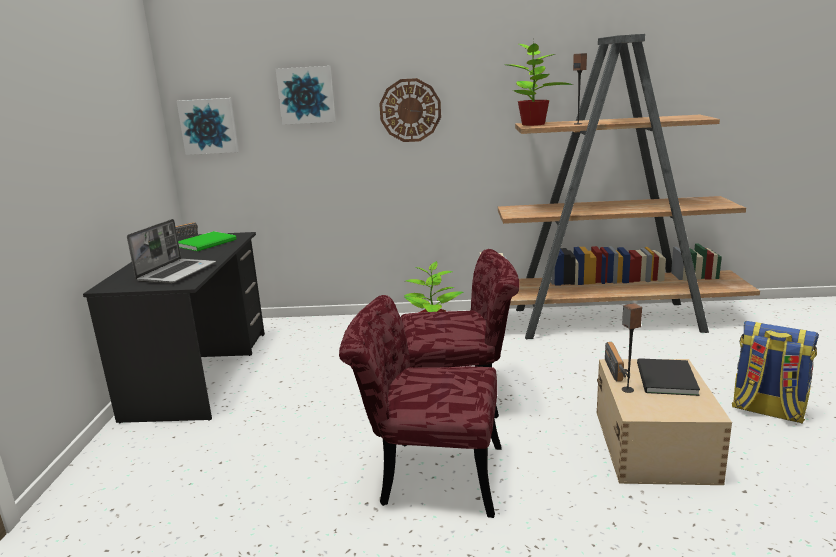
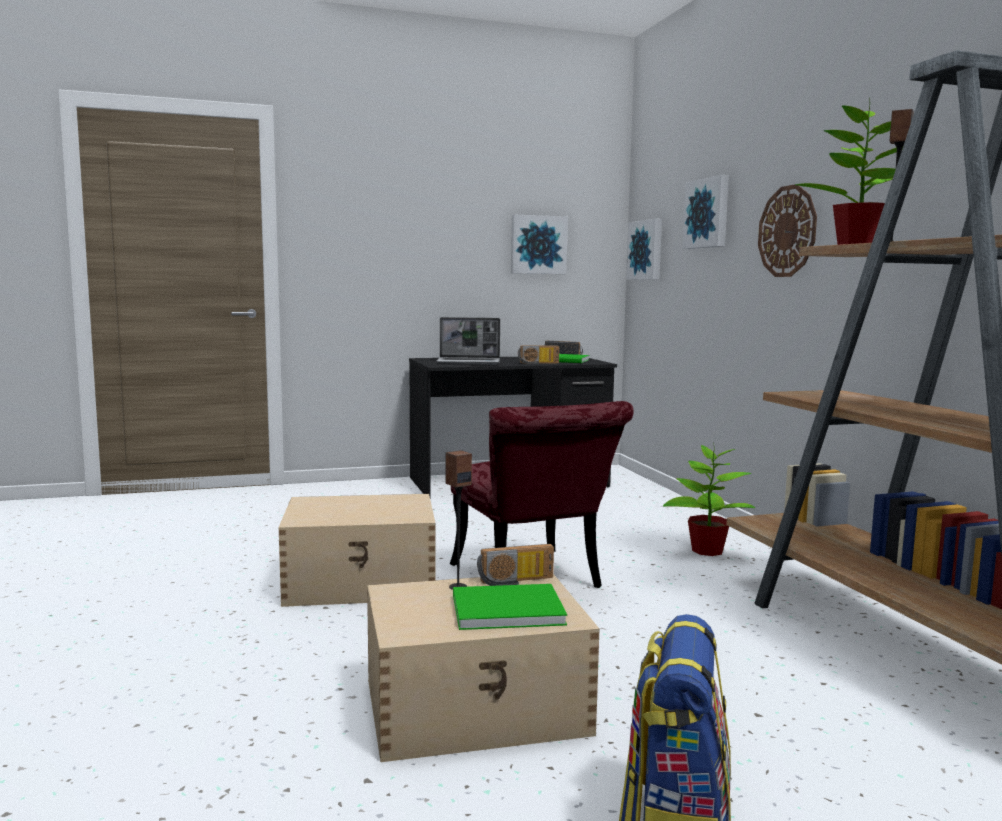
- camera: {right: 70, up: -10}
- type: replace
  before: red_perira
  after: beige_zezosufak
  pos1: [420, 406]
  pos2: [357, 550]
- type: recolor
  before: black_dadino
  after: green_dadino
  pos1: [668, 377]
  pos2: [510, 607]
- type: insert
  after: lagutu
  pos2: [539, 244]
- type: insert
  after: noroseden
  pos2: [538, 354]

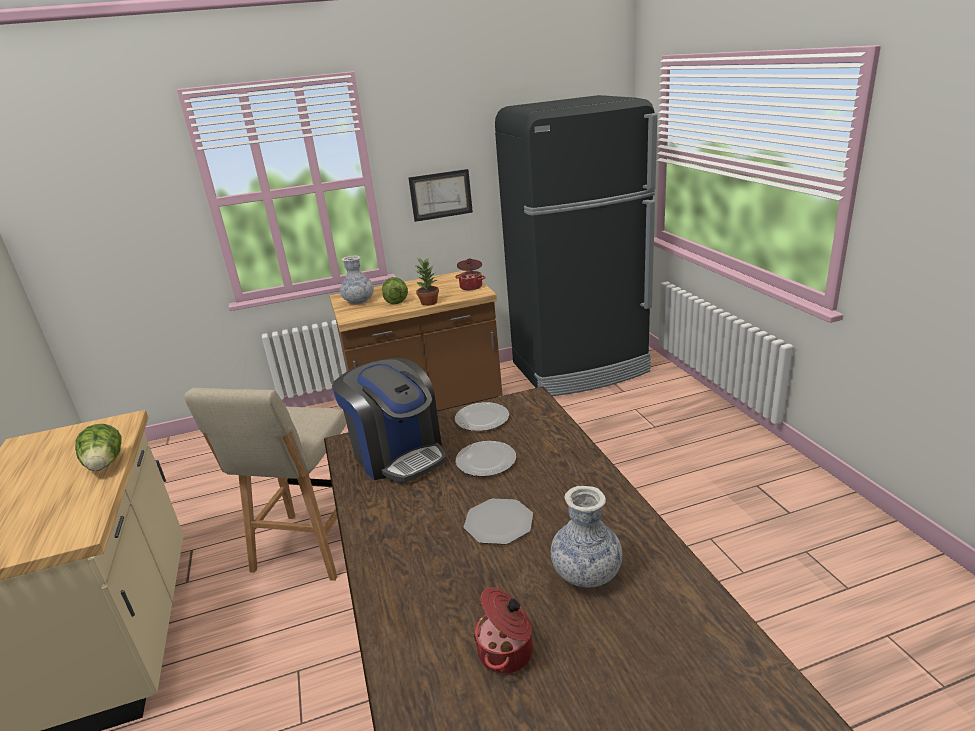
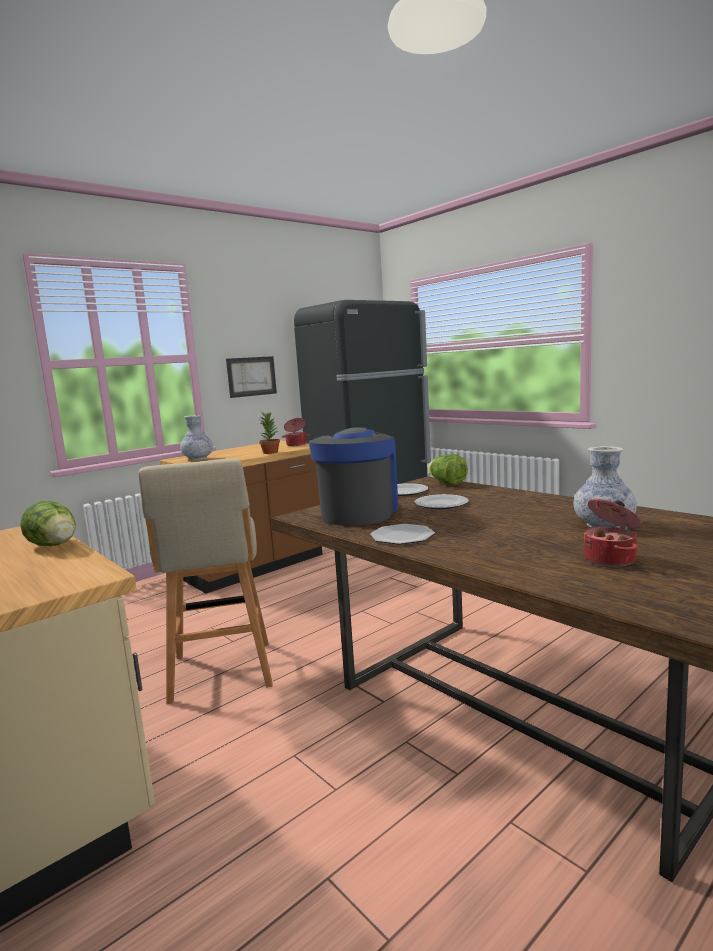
- camera: {right: -25, up: -15}
- type: rotate
  before: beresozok
  pos1: [389, 420]
  pos2: [353, 476]
  turn: -105
- type: move
  before: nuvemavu
  pos1: [498, 522]
  pos2: [402, 534]
- type: move
  before: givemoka
  pos1: [395, 290]
  pos2: [448, 470]

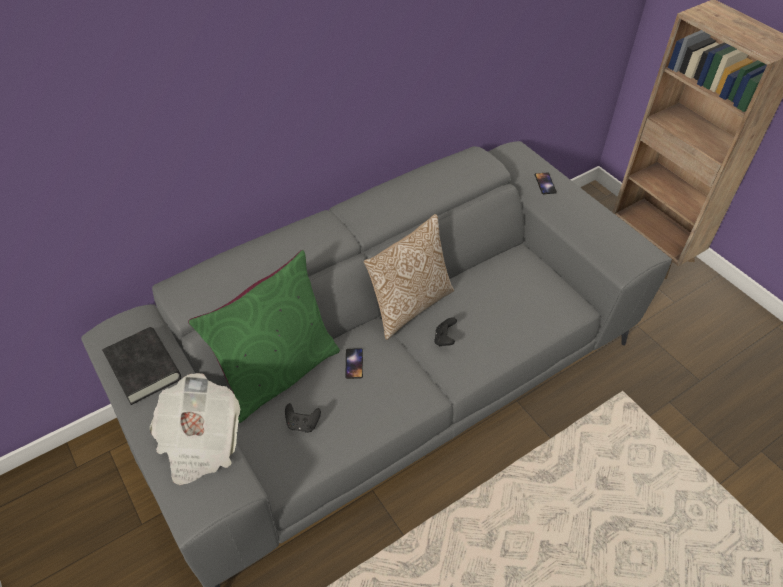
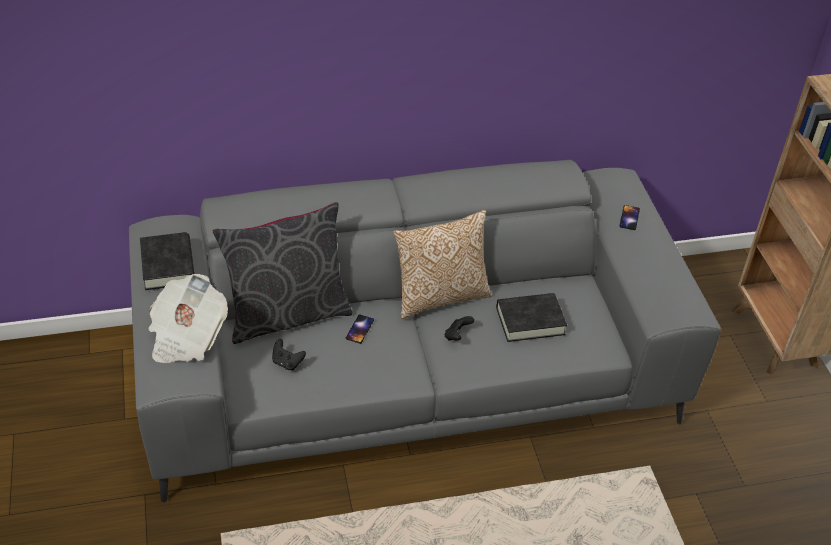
- camera: {right: 20, up: -5}
- type: recolor
  before: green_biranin
  after: grey_biranin
  pos1: [264, 336]
  pos2: [282, 273]
- type: insert
  after: black_dadino
  pos2: [531, 317]

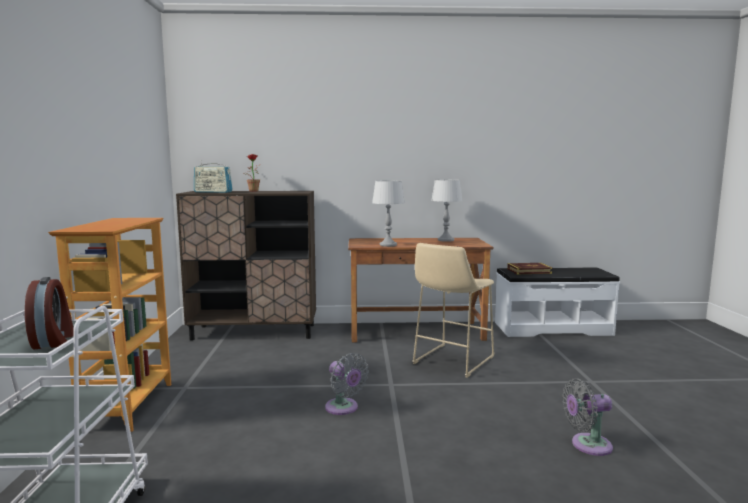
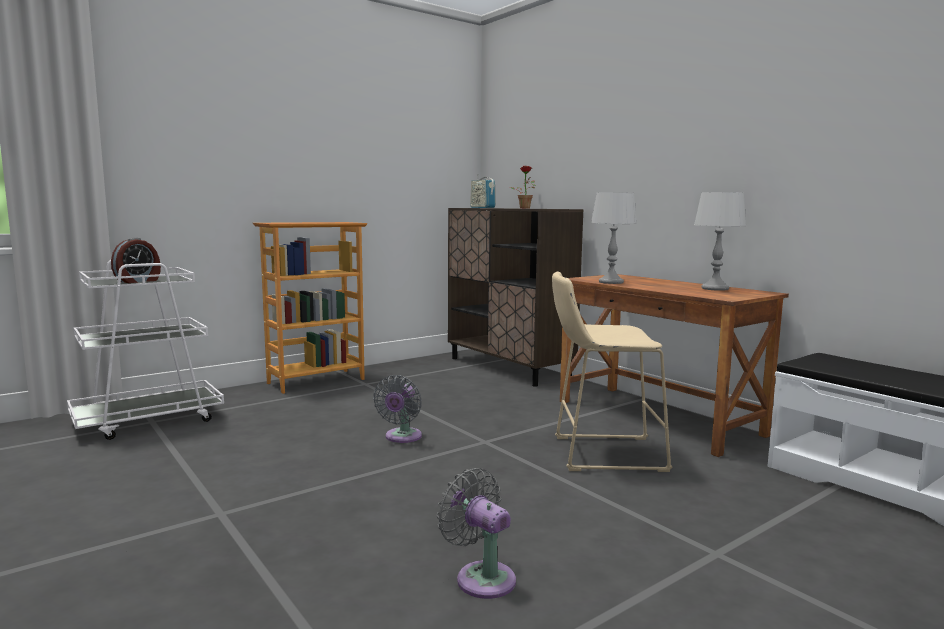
- camera: {right: 55, up: 0}
- type: delete
  before: dadino
  pos1: [529, 268]

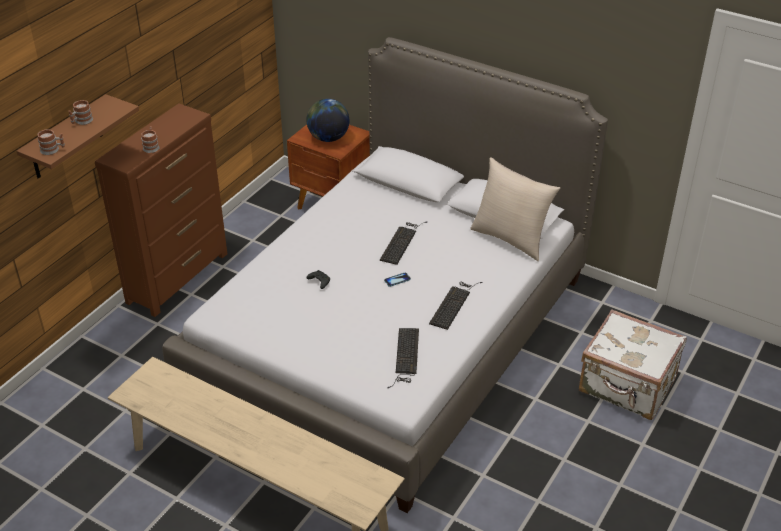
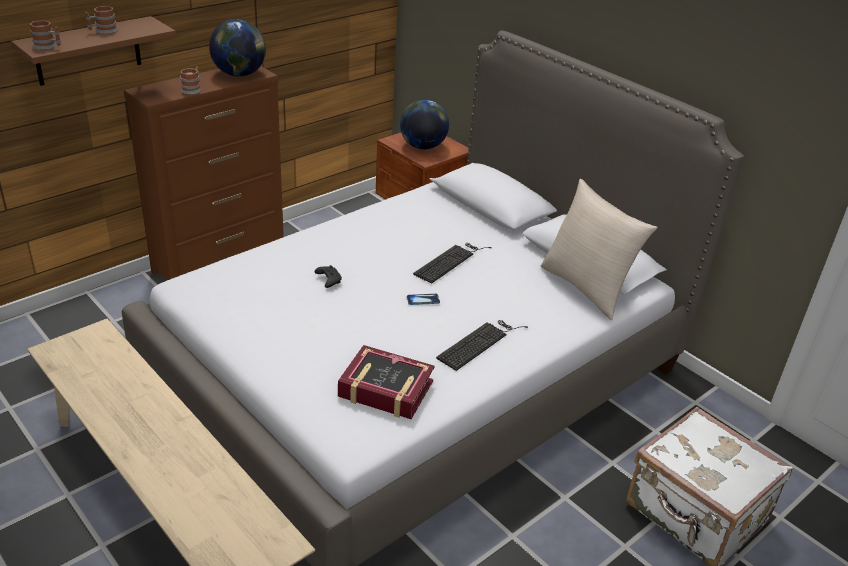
- camera: {right: 15, up: -5}
- type: insert
  after: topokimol
  pos2: [237, 48]
- type: replace
  before: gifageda
  after: dadino
  pos1: [403, 358]
  pos2: [386, 382]

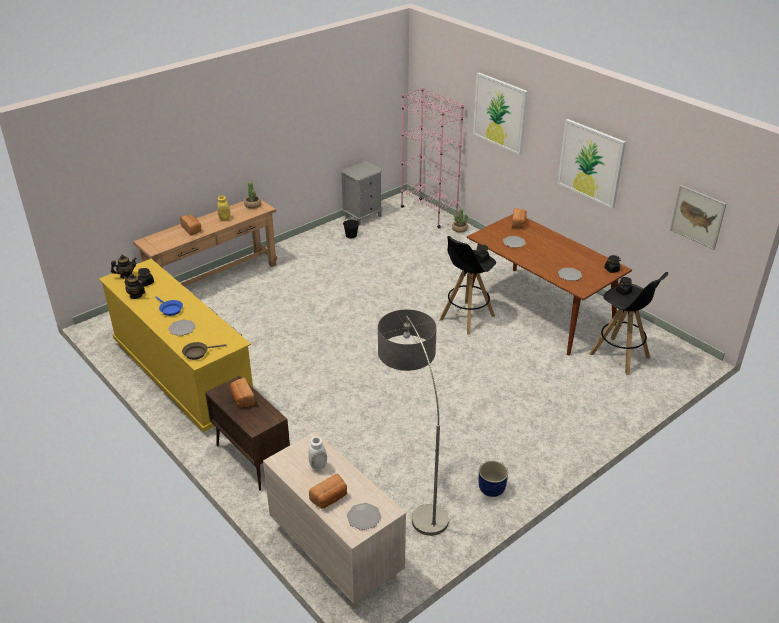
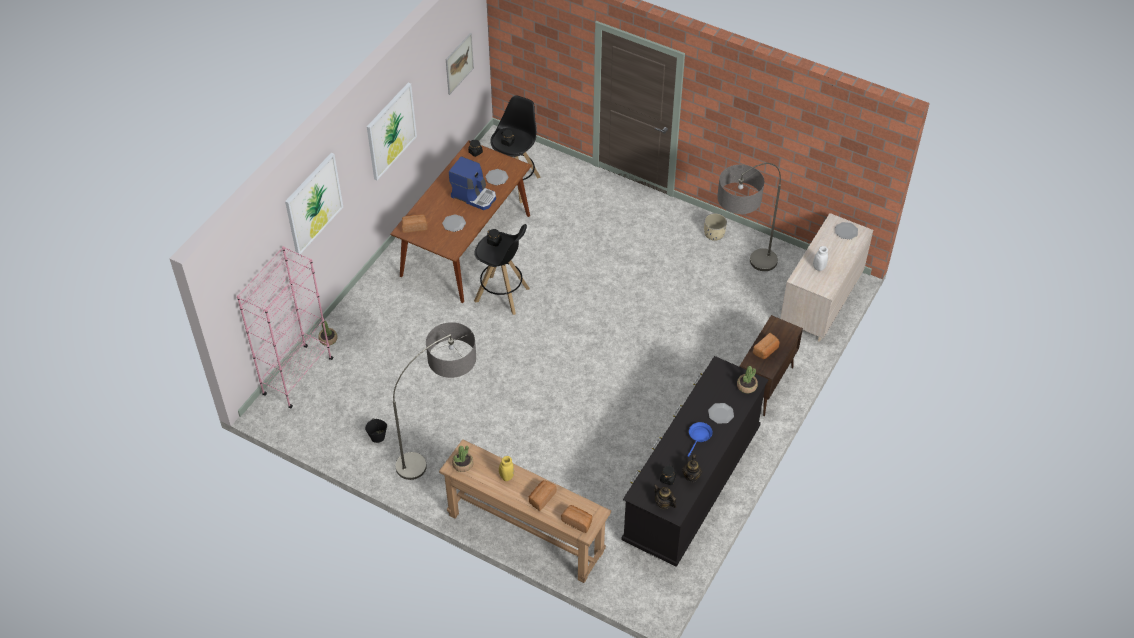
- camera: {right: -110, up: 15}
- type: insert
  after: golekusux
  pos2: [434, 401]
- type: insert
  after: beresozok
  pos2: [472, 183]
- type: move
  before: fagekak
  pos1: [328, 491]
  pos2: [576, 519]
- type: recolor
  before: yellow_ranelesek
  after: black_ranelesek
  pos1: [176, 345]
  pos2: [695, 461]
- type: recolor
  before: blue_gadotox
  after: beige_gadotox
  pos1: [493, 479]
  pos2: [715, 227]
- type: replace
  before: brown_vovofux
  after: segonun
  pos1: [204, 351]
  pos2: [747, 379]
- type: delete
  before: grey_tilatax
  pos1: [362, 193]

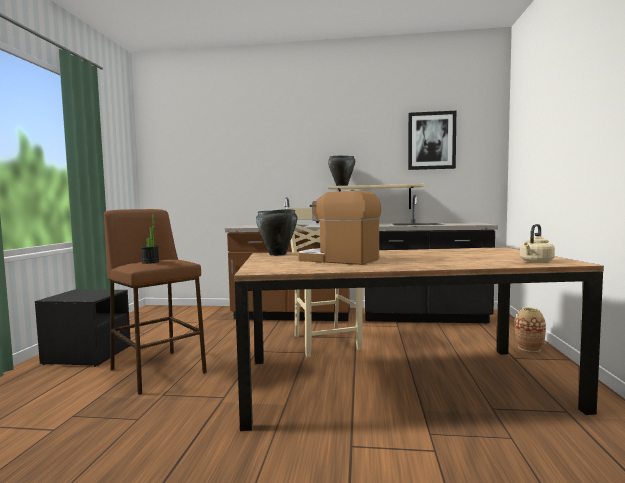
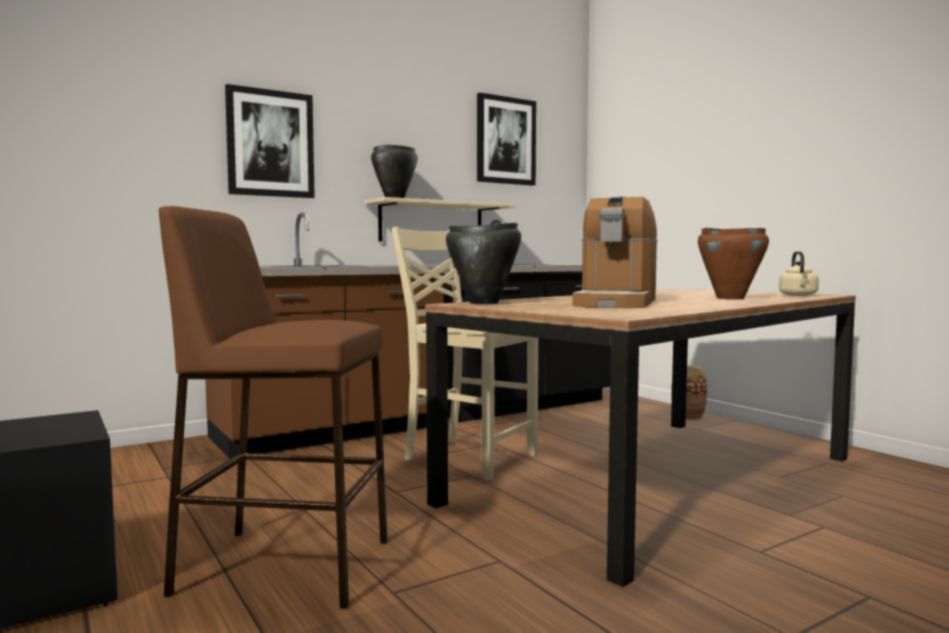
- camera: {right: -40, up: 0}
- type: insert
  after: lagutu
  pos2: [270, 141]
- type: rotate
  before: beresozok
  pos1: [339, 227]
  pos2: [615, 252]
  turn: -60
- type: insert
  after: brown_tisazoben
  pos2: [733, 263]
- type: delete
  before: segonun
  pos1: [150, 239]

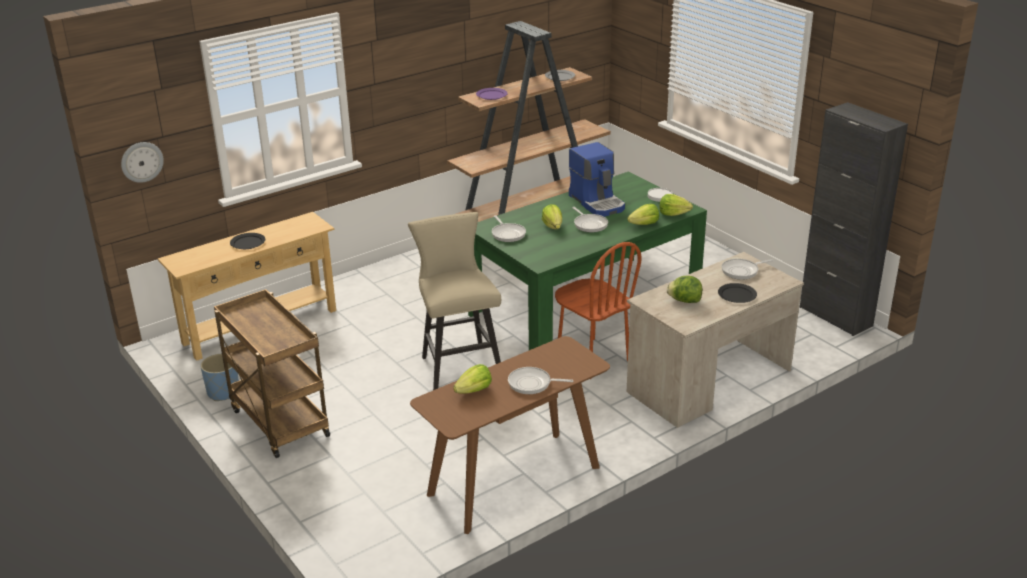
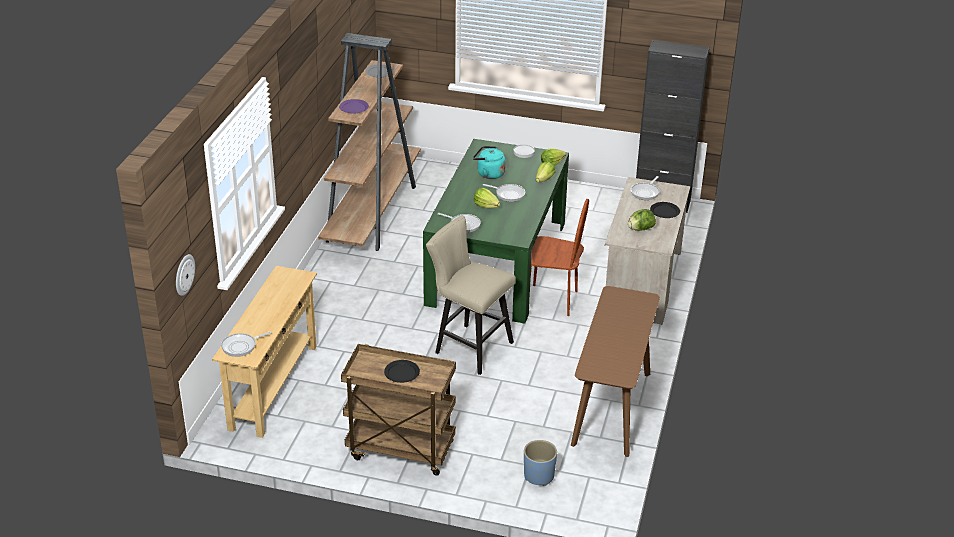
- camera: {right: -40, up: 5}
- type: move
  before: vovofux
  pos1: [541, 380]
  pos2: [246, 344]
- type: move
  before: black_nuvemavu
  pos1: [247, 241]
  pos2: [402, 371]
- type: replace
  before: beresozok
  after: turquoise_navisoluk
  pos1: [597, 179]
  pos2: [489, 162]
- type: move
  before: blue_gadotox
  pos1: [219, 377]
  pos2: [540, 463]
- type: delete
  before: givemoka
  pos1: [472, 379]

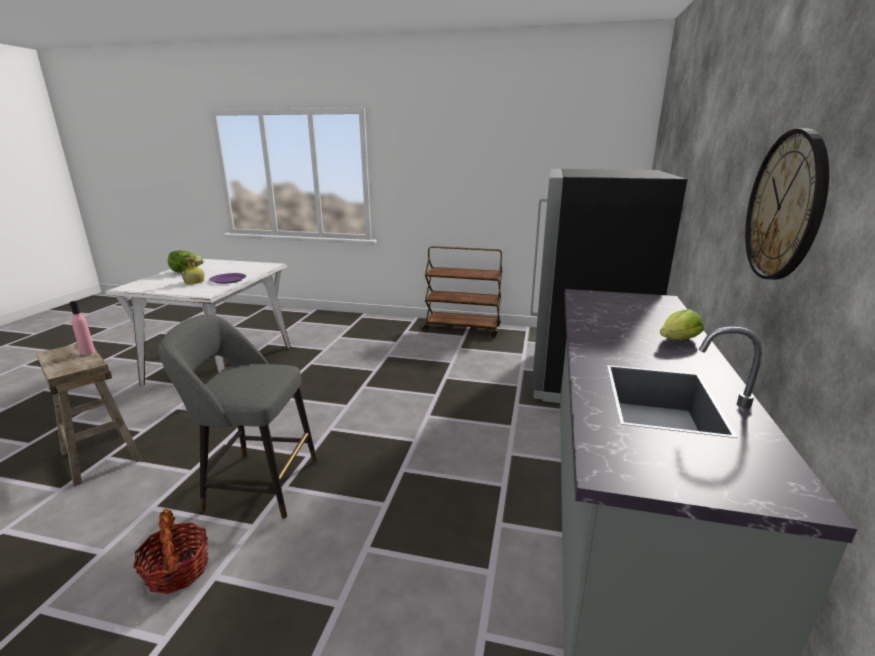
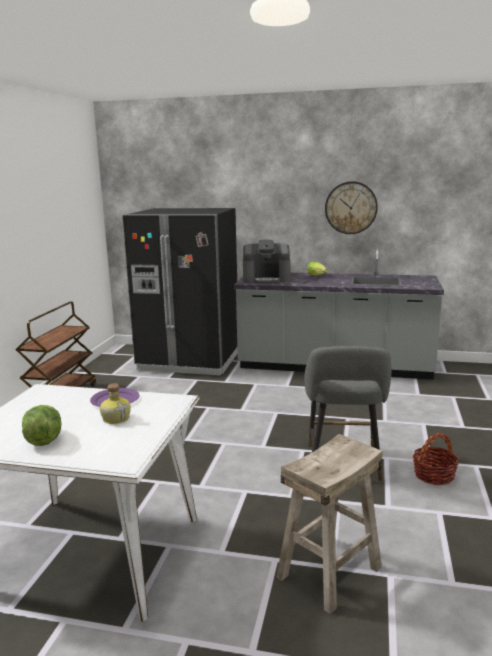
- camera: {right: -90, up: -5}
- type: insert
  after: beresozok
  pos2: [266, 262]
- type: delete
  before: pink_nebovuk
  pos1: [82, 328]

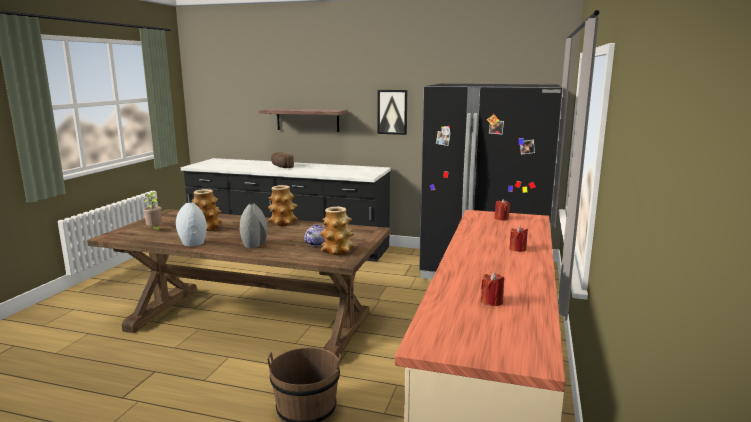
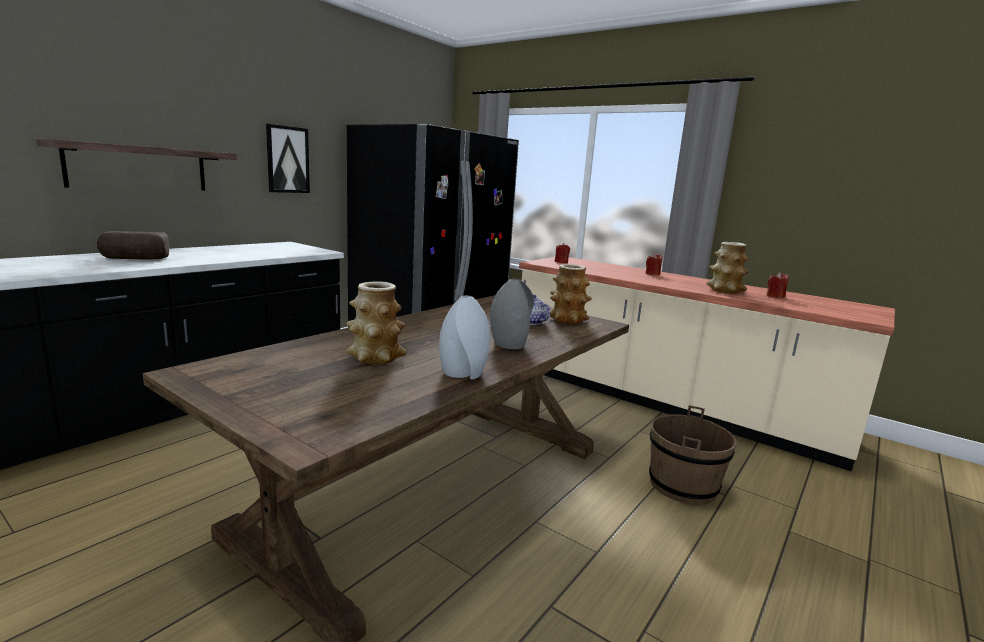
- camera: {right: -70, up: 0}
- type: move
  before: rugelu
  pos1: [283, 205]
  pos2: [727, 268]
- type: delete
  before: segonun
  pos1: [152, 211]

